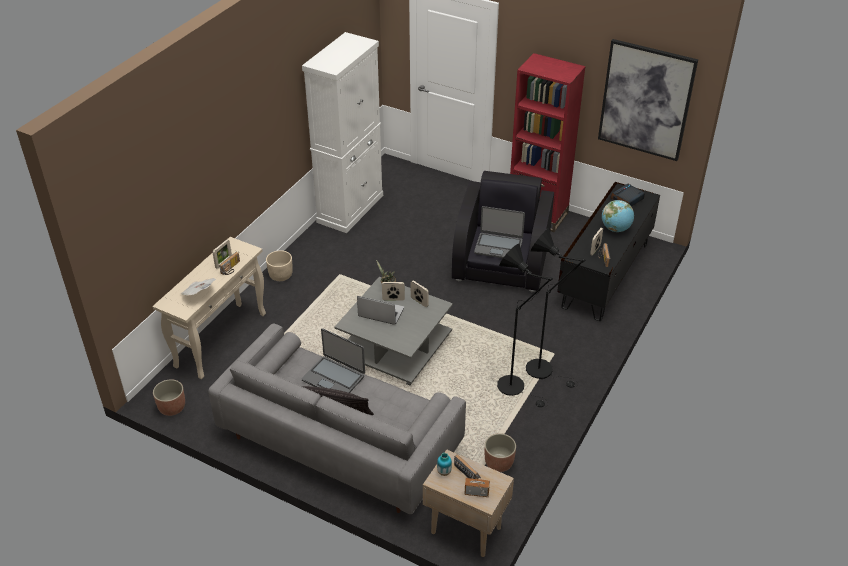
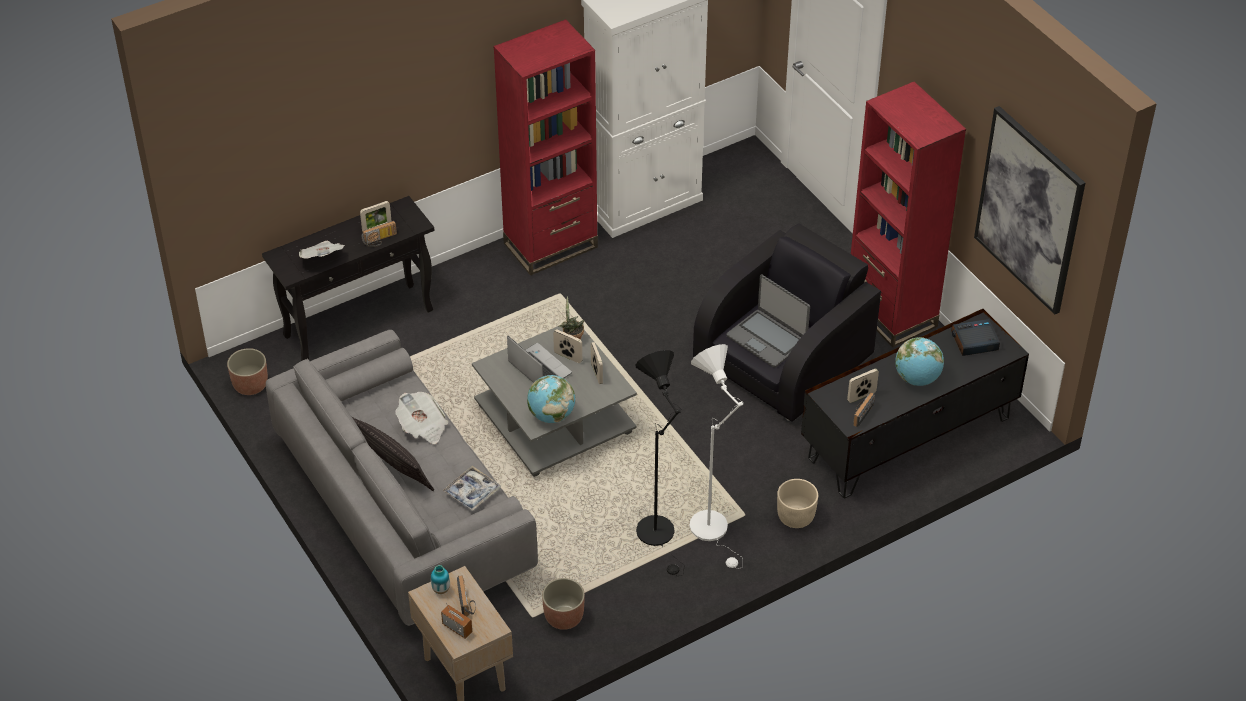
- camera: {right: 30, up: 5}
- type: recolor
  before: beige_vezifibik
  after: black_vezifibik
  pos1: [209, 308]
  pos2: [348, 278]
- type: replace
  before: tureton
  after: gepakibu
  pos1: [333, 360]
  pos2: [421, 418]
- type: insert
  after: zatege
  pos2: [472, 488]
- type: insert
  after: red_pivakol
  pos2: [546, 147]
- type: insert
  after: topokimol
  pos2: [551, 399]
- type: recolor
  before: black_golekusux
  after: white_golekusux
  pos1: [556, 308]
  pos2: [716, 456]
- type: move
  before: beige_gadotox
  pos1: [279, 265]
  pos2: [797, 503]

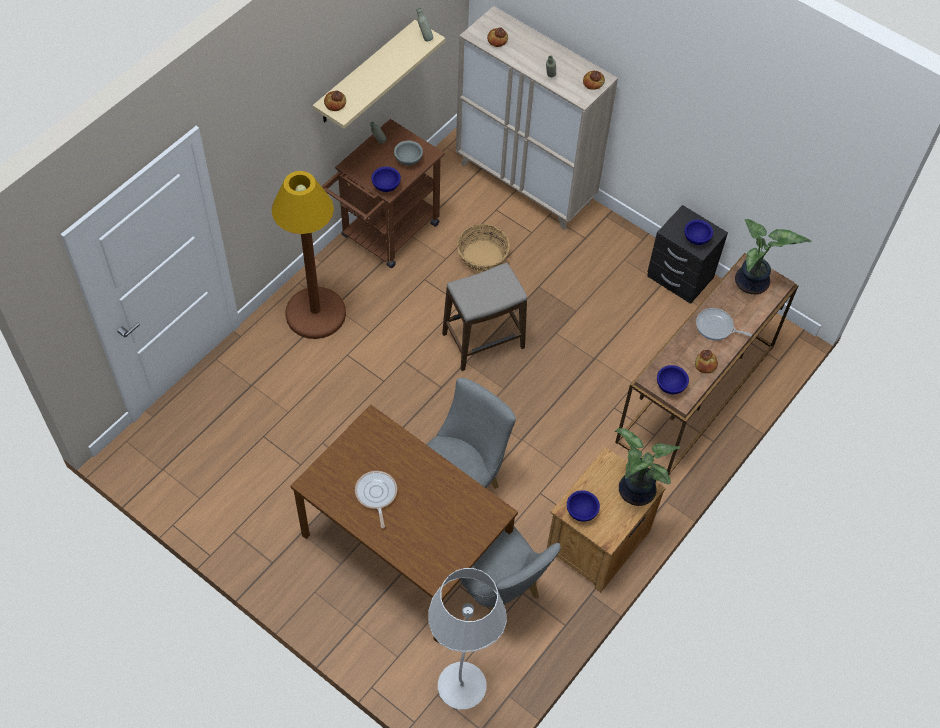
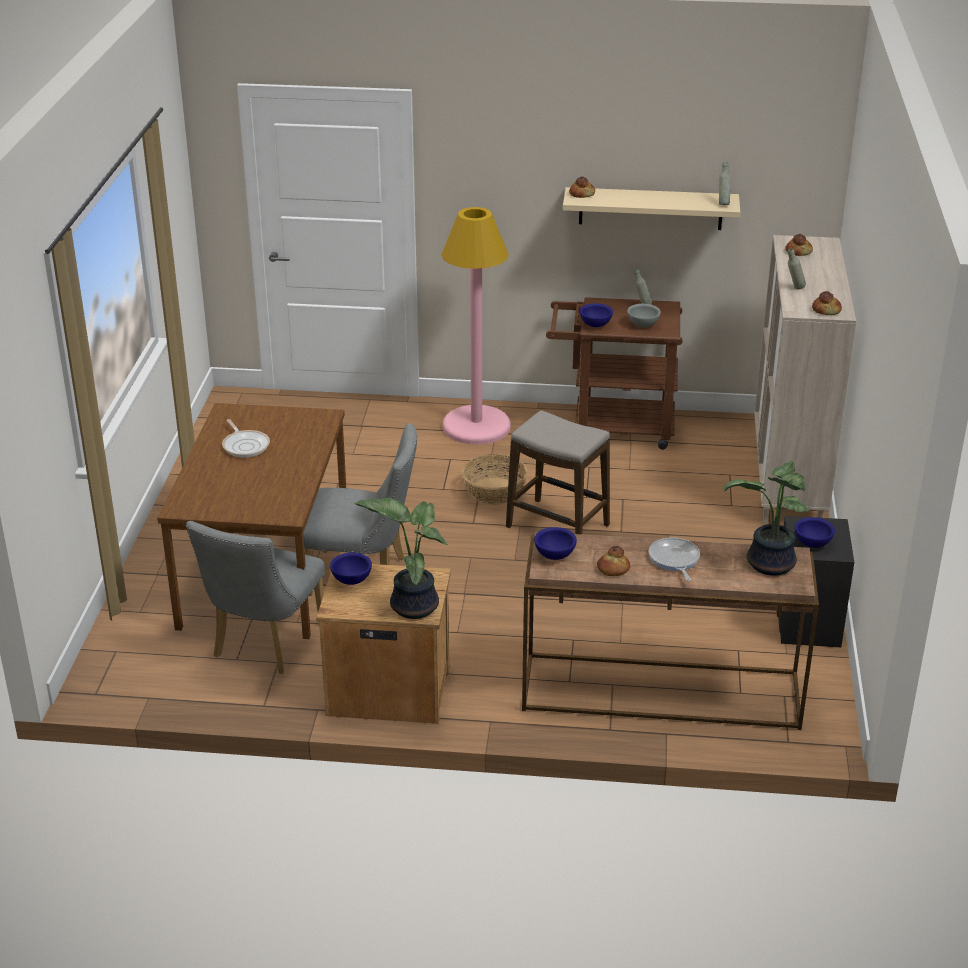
- camera: {right: 60, up: -25}
- type: rotate
  before: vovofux
  pos1: [376, 499]
  pos2: [246, 438]
  turn: 105
- type: recolor
  before: brown_golekusux
  after: pink_golekusux
  pos1: [308, 255]
  pos2: [476, 326]
- type: move
  before: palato
  pos1: [483, 248]
  pos2: [495, 479]
- type: delete
  before: white_golekusux
  pos1: [467, 639]

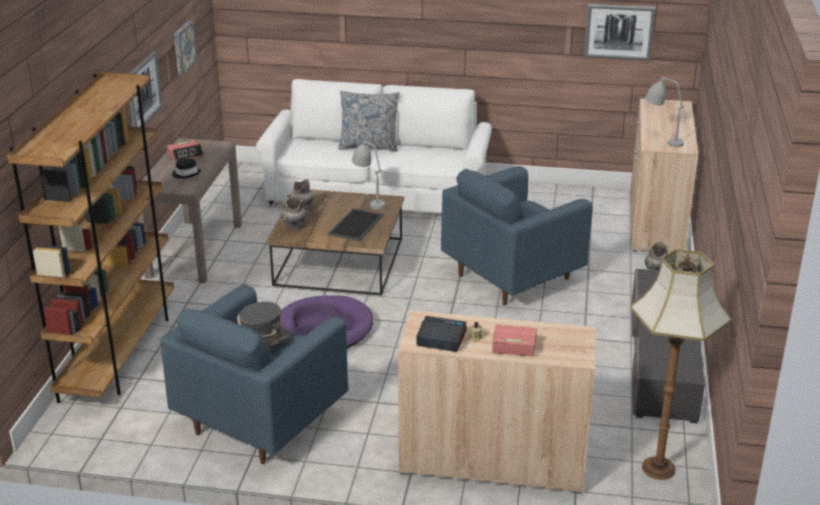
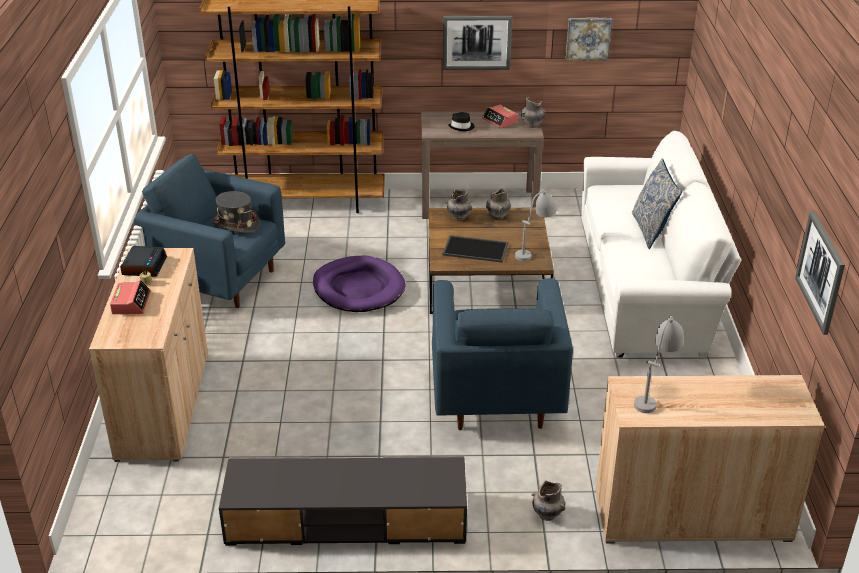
- camera: {right: 80, up: 5}
- type: rotate
  before: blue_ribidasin
  pos1: [516, 236]
  pos2: [502, 354]
  turn: -135
- type: insert
  after: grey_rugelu
  pos2: [533, 112]
- type: delete
  before: golekusux
  pos1: [681, 364]

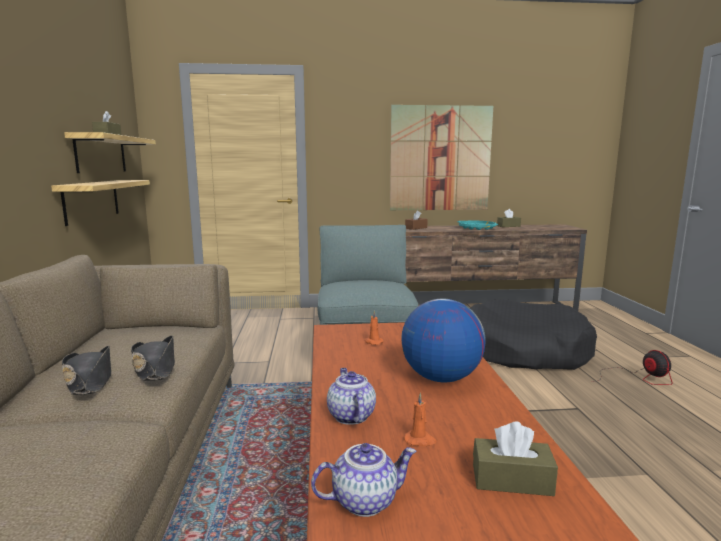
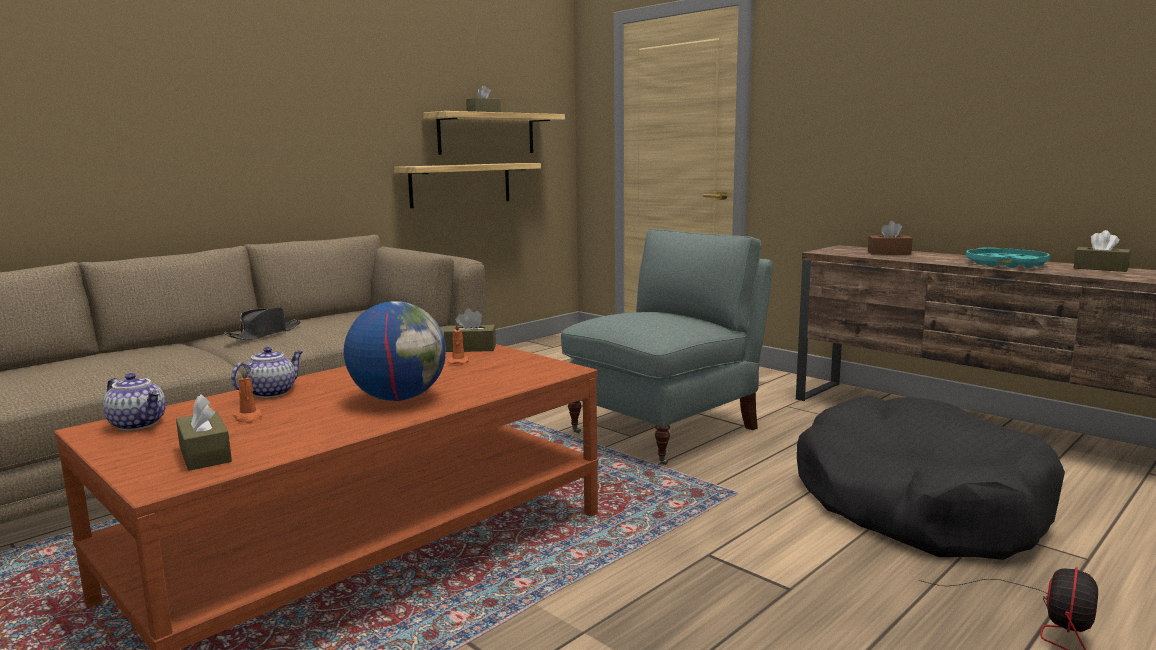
- camera: {right: 50, up: 0}
- type: insert
  after: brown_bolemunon
  pos2: [470, 330]
- type: delete
  before: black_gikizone
  pos1: [153, 358]
- type: delete
  before: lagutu
  pos1: [441, 157]

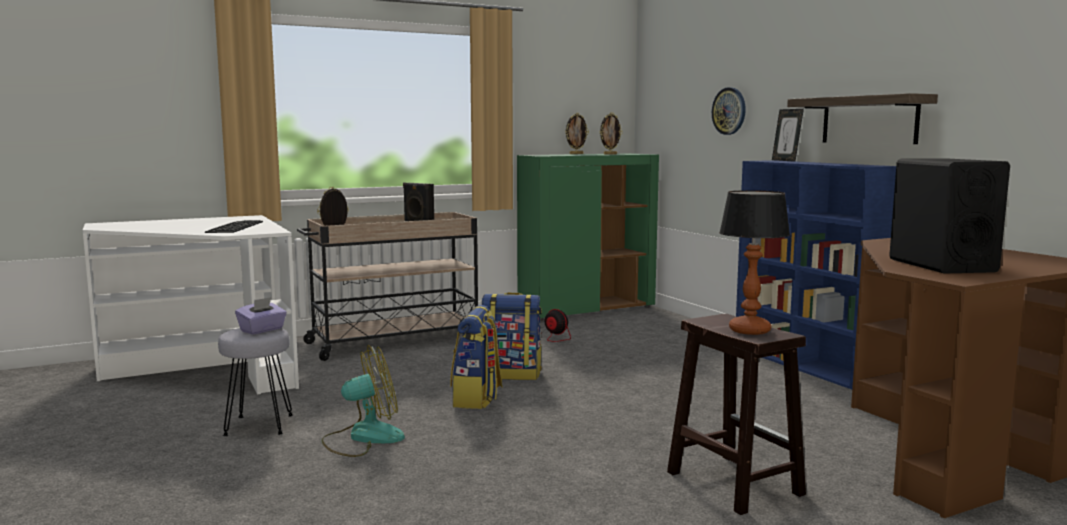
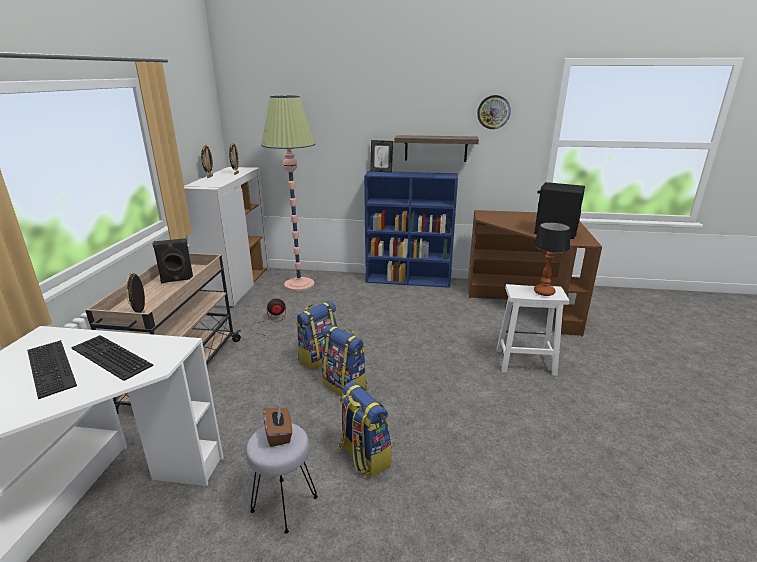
- camera: {right: -55, up: 15}
- type: insert
  after: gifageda
  pos2: [52, 369]
- type: recolor
  before: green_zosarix
  after: white_zosarix
  pos1: [588, 237]
  pos2: [227, 237]
- type: insert
  after: golekusux
  pos2: [288, 193]
- type: recolor
  before: purple_bolemunon
  after: brown_bolemunon
  pos1: [261, 315]
  pos2: [277, 427]
- type: replace
  before: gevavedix
  after: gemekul
  pos1: [363, 401]
  pos2: [365, 429]
- type: move
  before: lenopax
  pos1: [729, 111]
  pos2: [494, 112]
- type: recolor
  before: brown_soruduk
  after: white_soruduk
  pos1: [736, 414]
  pos2: [533, 330]

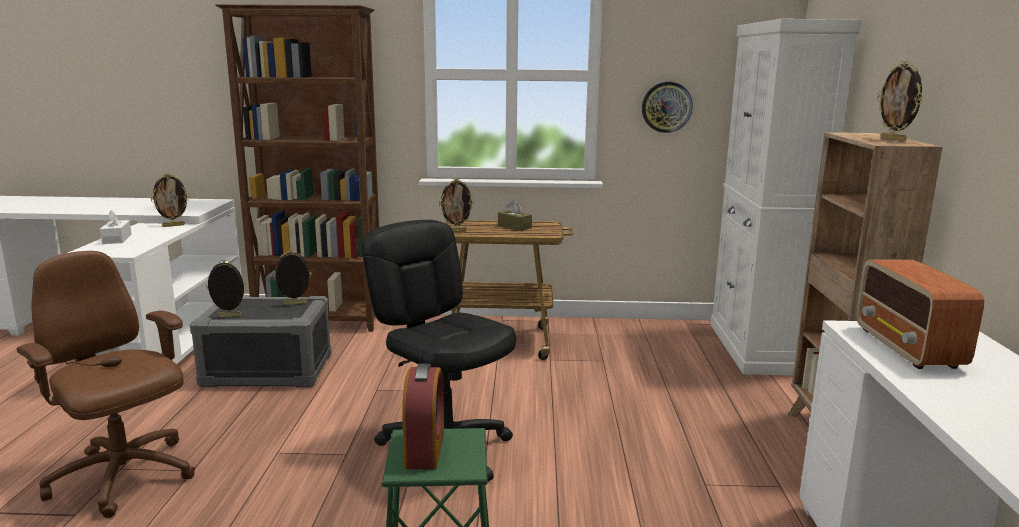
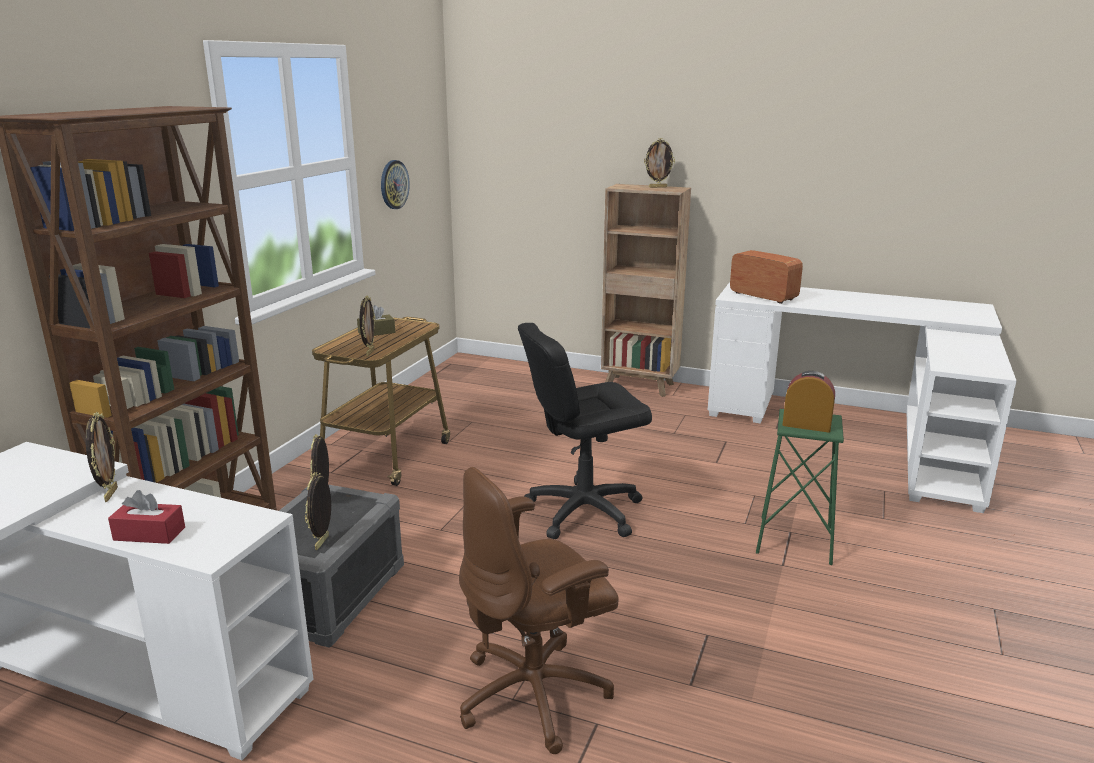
- camera: {right: -70, up: 5}
- type: recolor
  before: white_bolemunon
  after: red_bolemunon
  pos1: [116, 227]
  pos2: [146, 517]
- type: rotate
  before: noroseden
  pos1: [920, 314]
  pos2: [766, 277]
  turn: -150
- type: delete
  before: white_zosarix
  pos1: [786, 197]

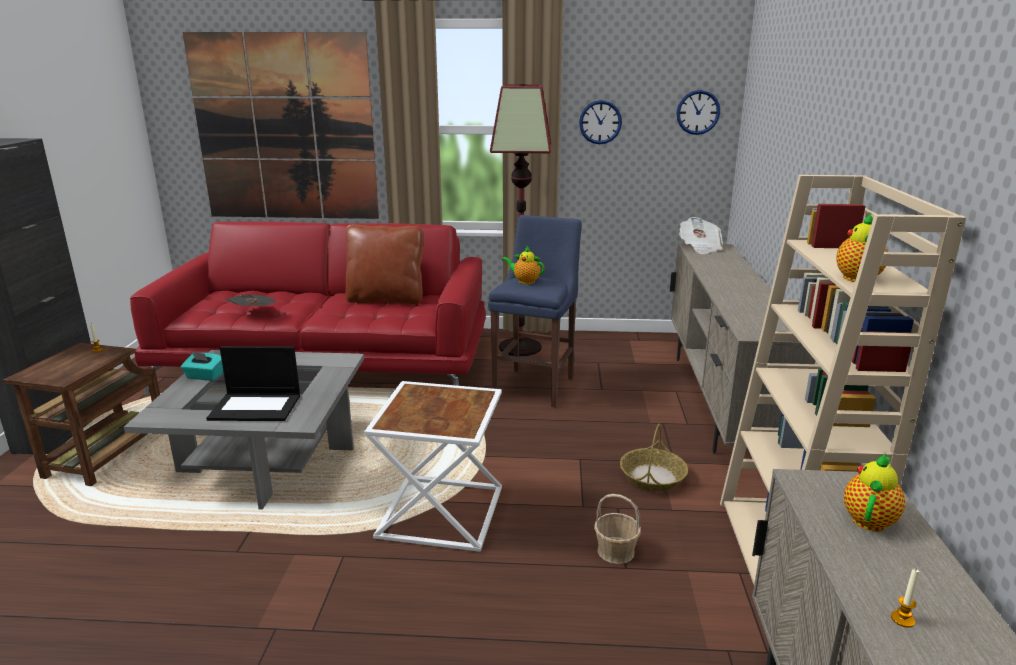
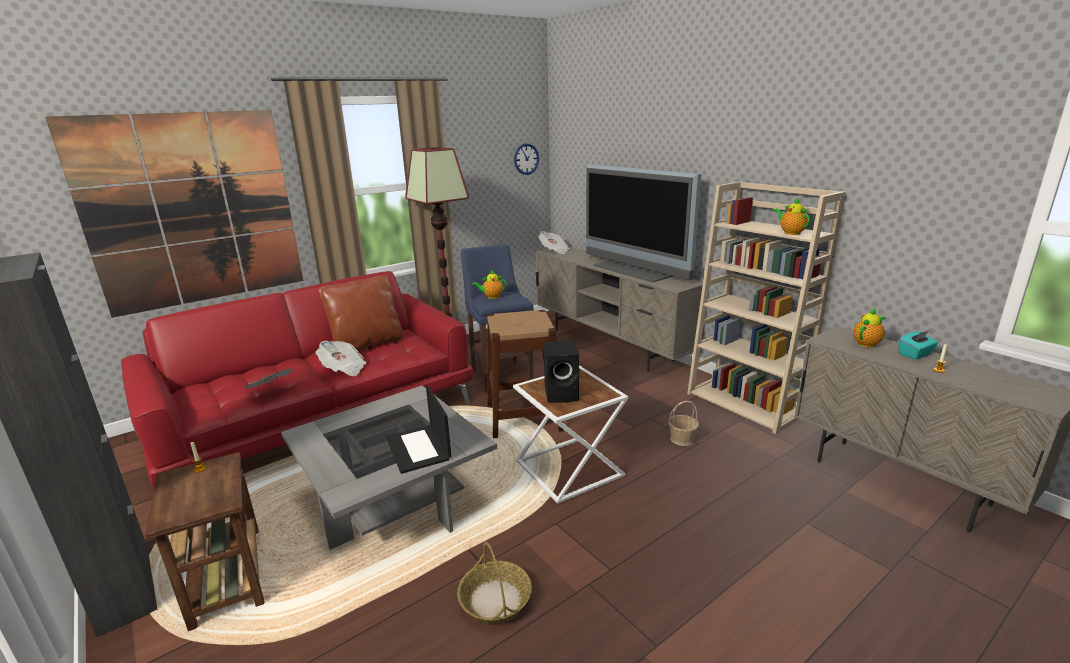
- camera: {right: -40, up: 0}
- type: insert
  after: gepakibu
  pos2: [341, 358]
- type: rotate
  before: tureton
  pos1: [253, 383]
  pos2: [418, 430]
  turn: 105
- type: move
  before: palato
  pos1: [654, 458]
  pos2: [494, 583]
- type: insert
  after: brown_soruduk
  pos2: [525, 374]
- type: insert
  after: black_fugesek
  pos2: [561, 371]
- type: insert
  after: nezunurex
  pos2: [644, 223]
- type: rotate
  before: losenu
  pos1: [874, 492]
  pos2: [869, 328]
  turn: 60
- type: move
  before: turquoise_bolemunon
  pos1: [202, 366]
  pos2: [918, 345]
- type: delete
  before: lenopax
  pos1: [600, 122]

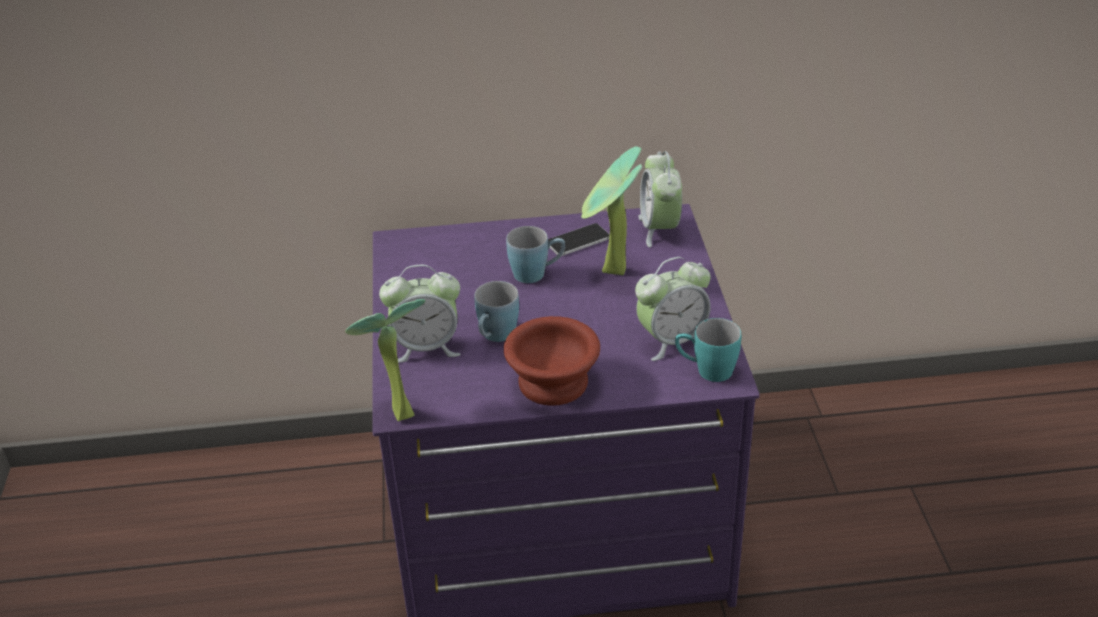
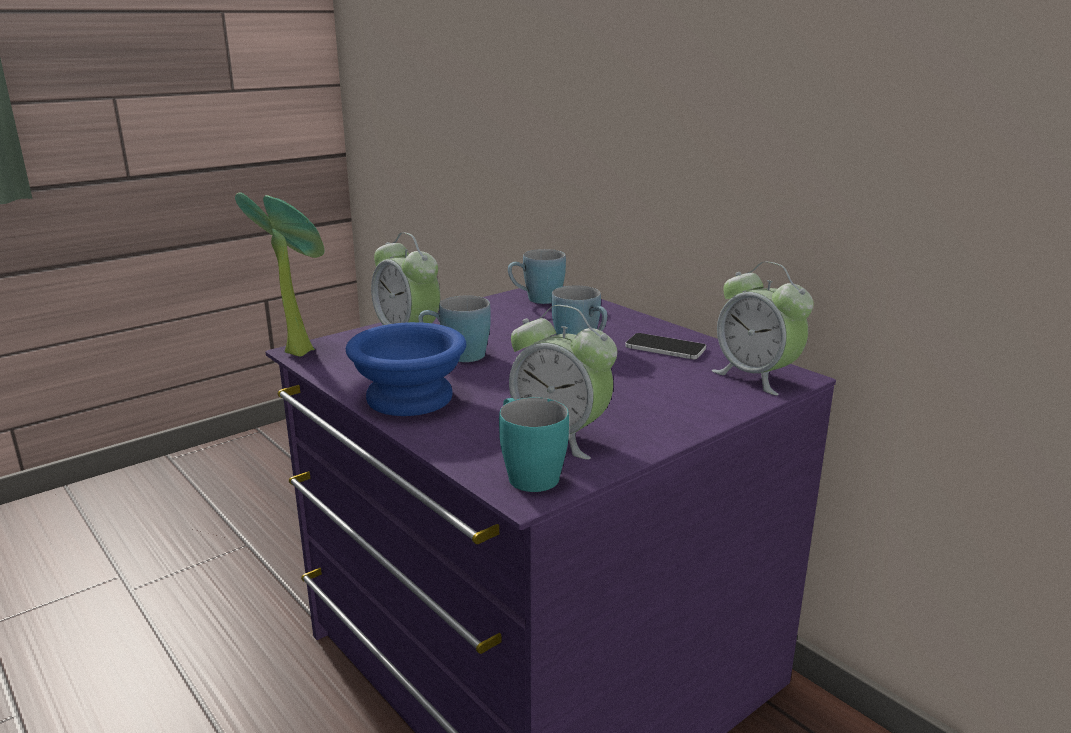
- camera: {right: 55, up: -15}
- type: recolor
  before: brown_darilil
  after: blue_darilil
  pos1: [552, 361]
  pos2: [406, 369]
- type: insert
  after: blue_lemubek
  pos2: [537, 276]
- type: rotate
  before: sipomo
  pos1: [660, 199]
  pos2: [763, 328]
  turn: -90
- type: delete
  before: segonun
  pos1: [611, 211]

